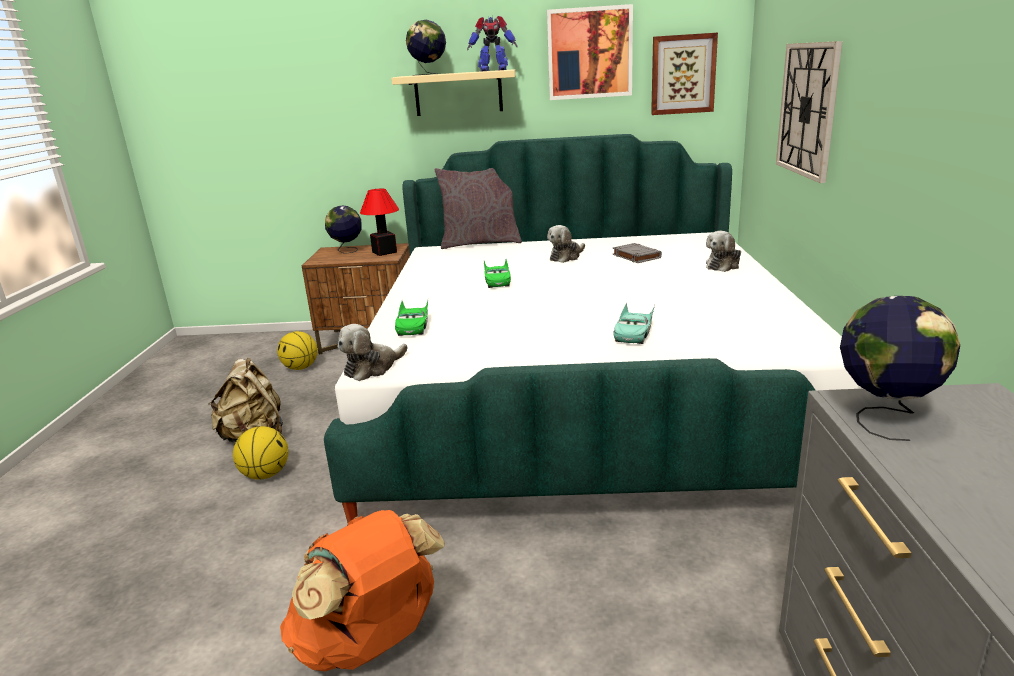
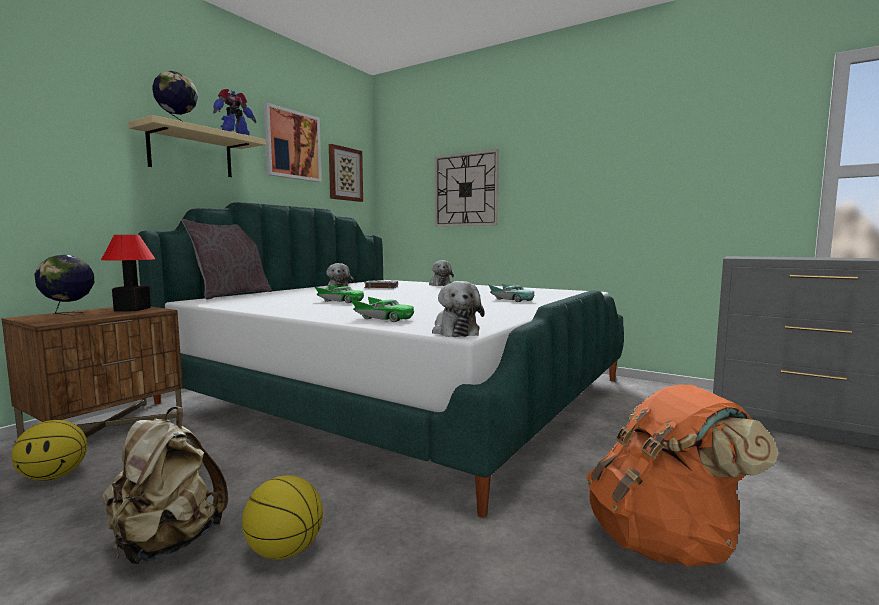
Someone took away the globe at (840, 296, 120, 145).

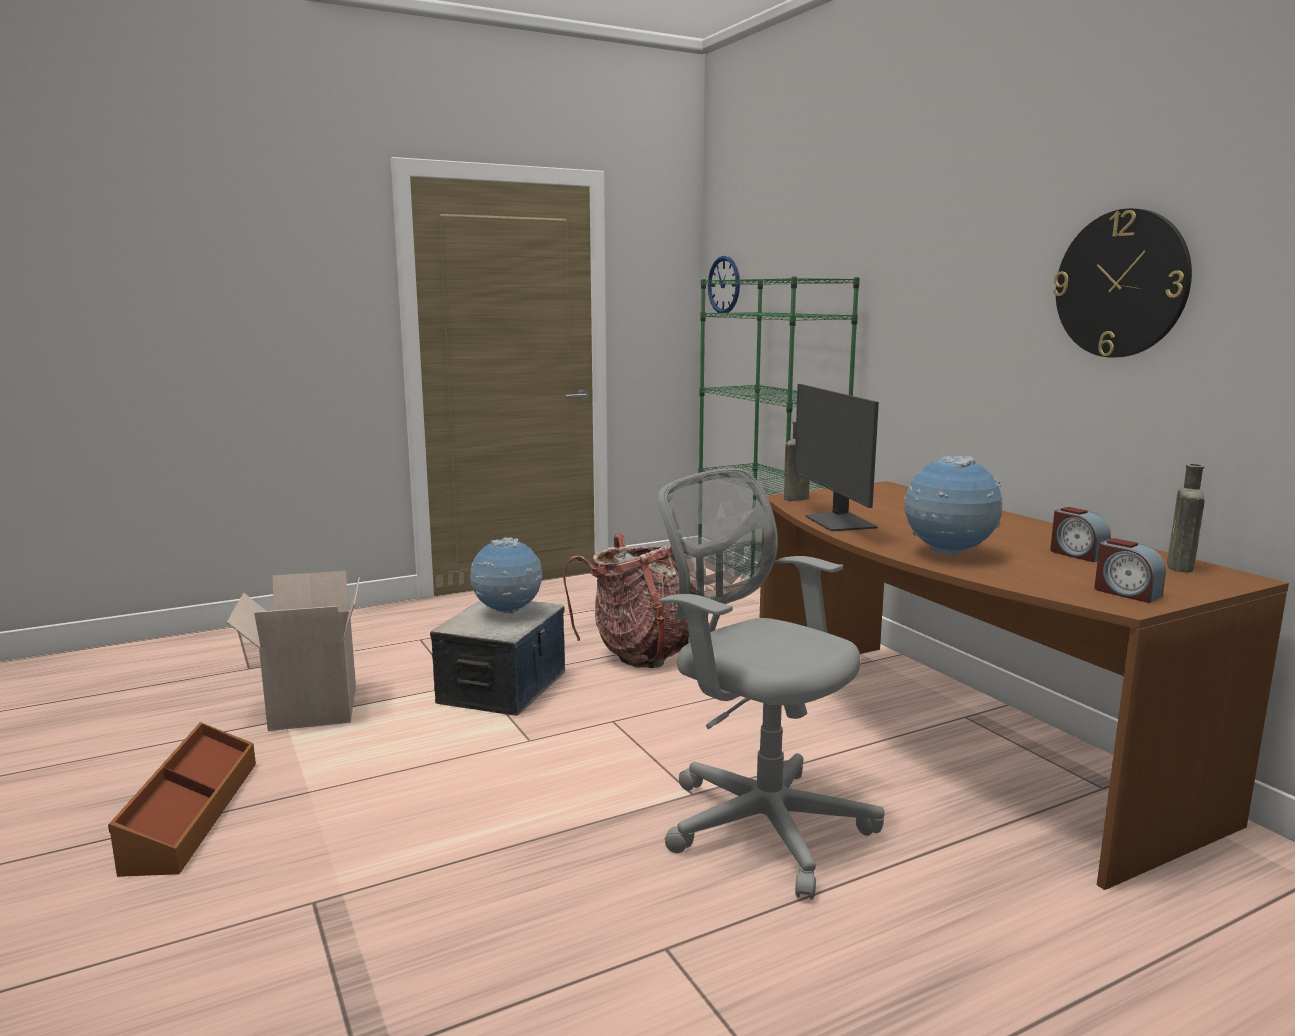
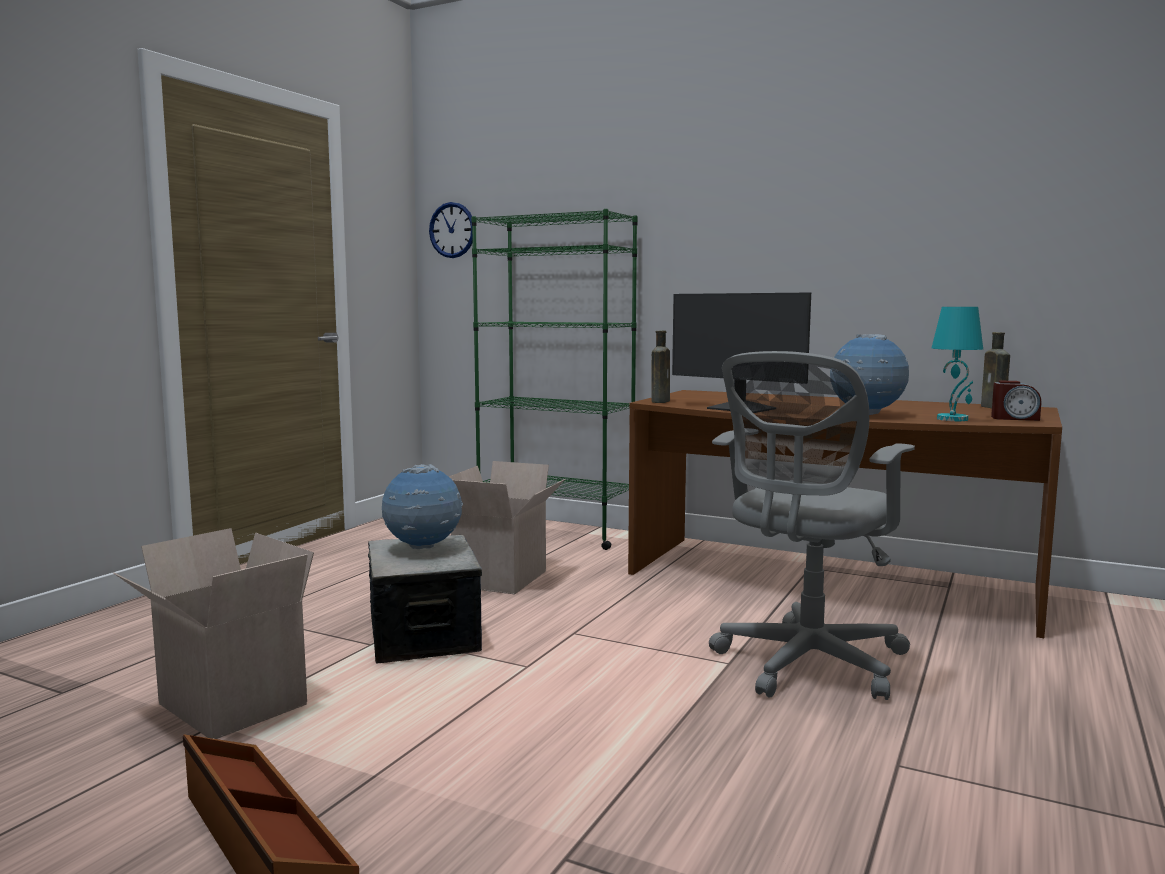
Someone took away the alarm clock at (1050, 507, 61, 55). Someone took away the wall clock at (1053, 208, 139, 150). Someone put down the turquoise table lamp at (932, 307, 51, 114). Someone swapped the backpack at (563, 534, 126, 134) for the cardboard box at (449, 461, 117, 133). Someone rotated the grey office chair at (657, 468, 227, 431) by 60 degrees counterclockwise.

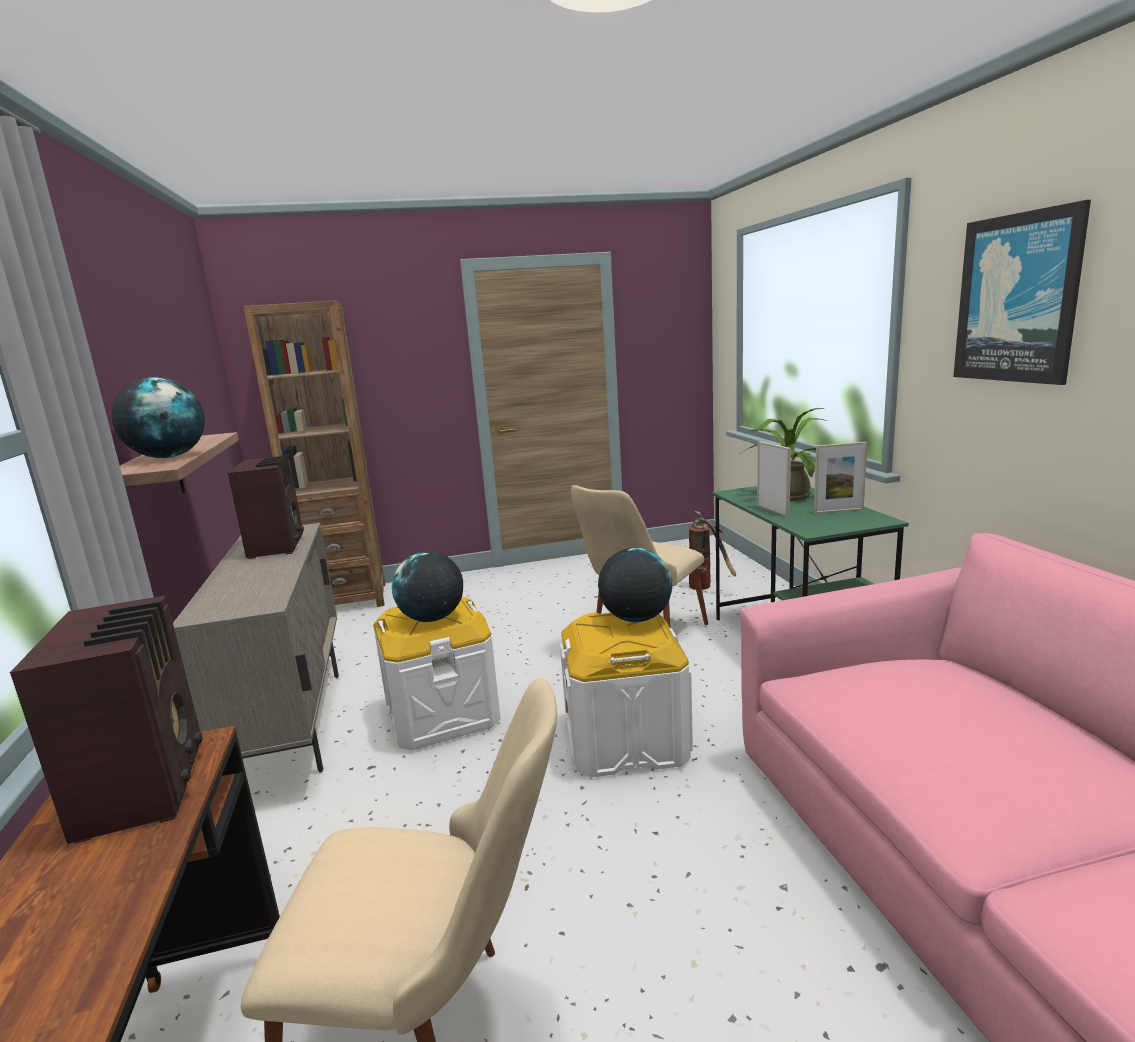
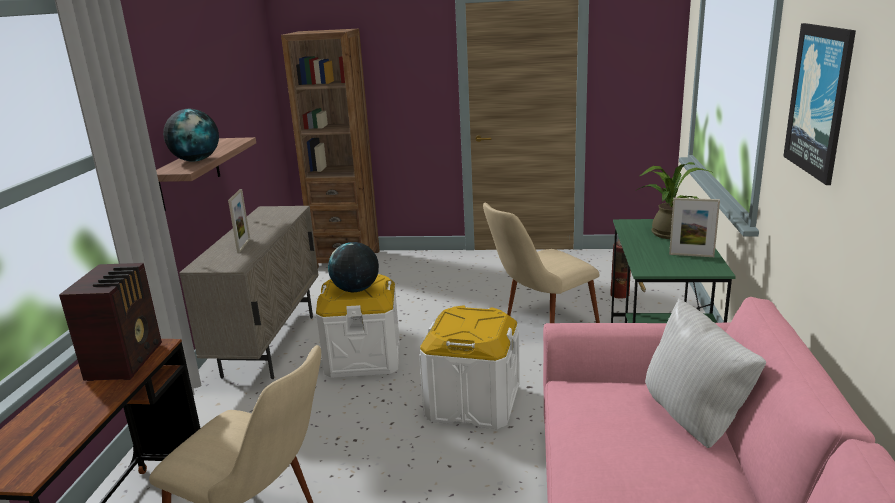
Someone took away the radio at (228, 456, 76, 103). Someone took away the globe at (598, 548, 75, 74). Someone put down the white pillow at (645, 298, 121, 150). Someone carried the picture frame from (757, 441, 34, 75) to (228, 189, 22, 64).

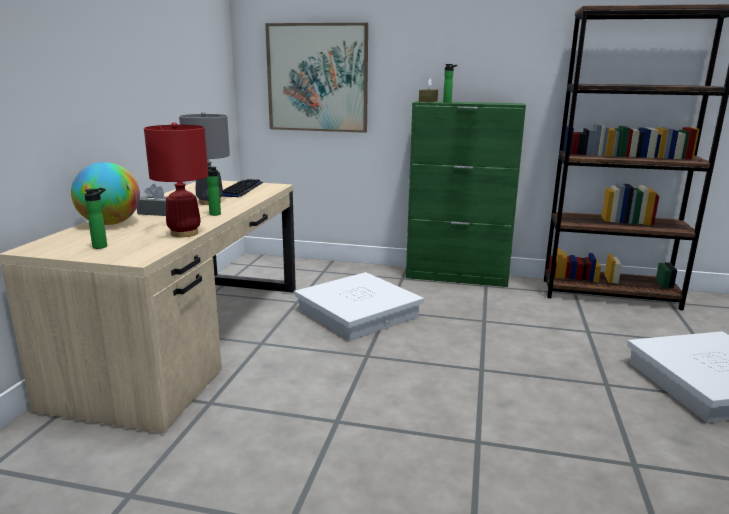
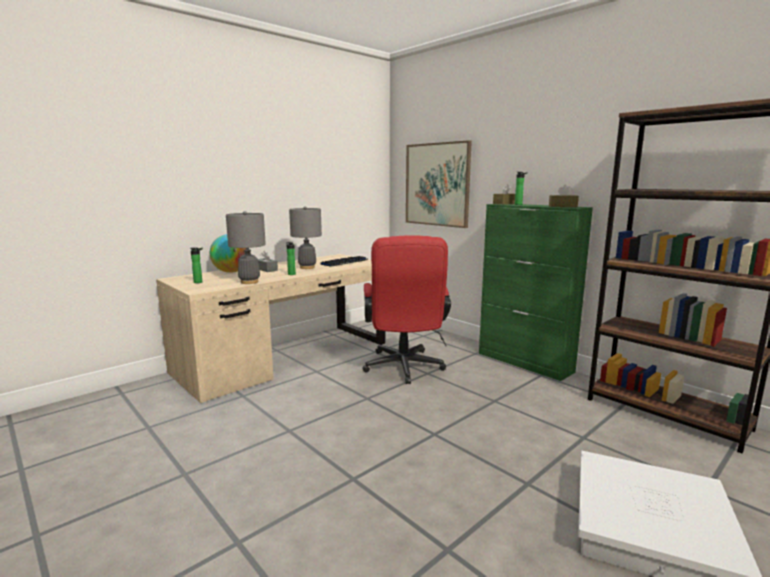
Someone put down the brown tissue box at (549, 185, 30, 22). Someone swapped the white storage box at (295, 272, 129, 69) for the red office chair at (363, 235, 88, 149). Someone repainted the red table lamp at (144, 122, 64, 115), which became the grey table lamp at (226, 211, 40, 73).

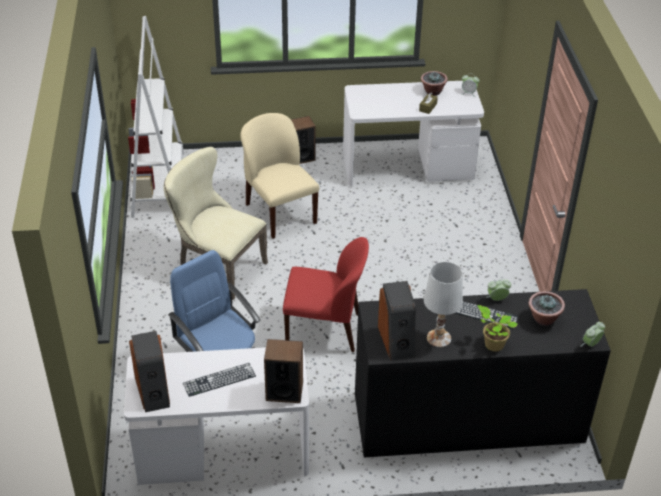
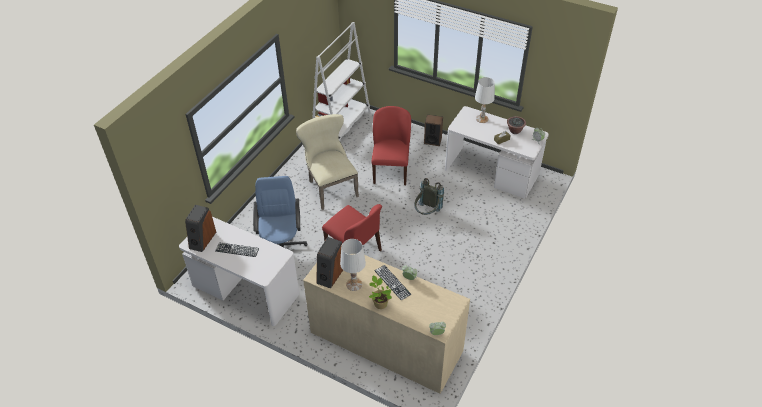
Someone took away the speaker at (264, 339, 39, 64). Someone took away the potted plant at (529, 291, 36, 35). Someone put down the grey backpack at (414, 178, 30, 37). Someone put down the white table lamp at (475, 77, 20, 46). Someone repainted the beige chair at (240, 113, 79, 126), which became the red chair at (371, 106, 40, 79). Someone repainted the black dresser at (355, 289, 256, 168), which became the beige dresser at (303, 254, 167, 140).

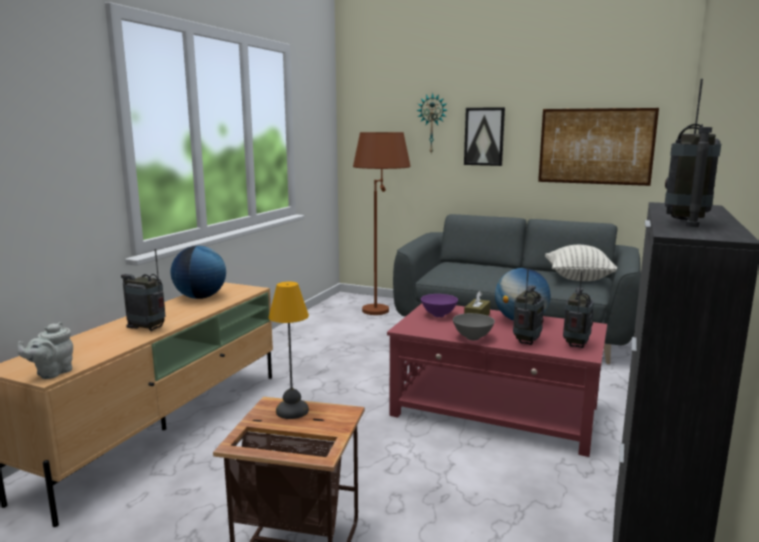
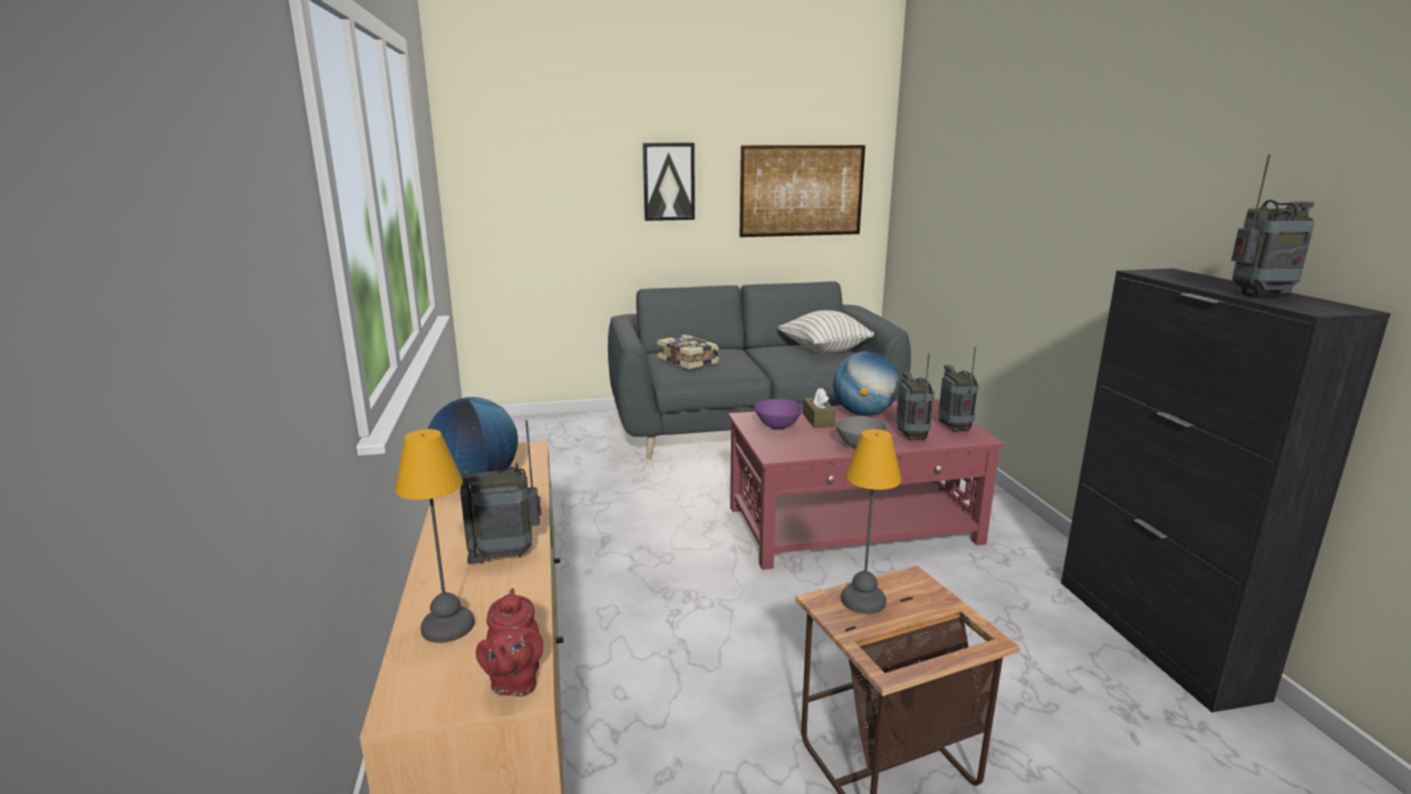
Someone took away the brown floor lamp at (353, 132, 57, 183). Someone took away the wall clock at (417, 93, 30, 60). Someone put down the table lamp at (395, 429, 80, 214). Someone put down the book at (657, 335, 62, 34). Someone repainted the grey teapot at (17, 322, 56, 57), which became the red teapot at (476, 588, 67, 109). Someone rotated the radio at (665, 79, 56, 148) by 90 degrees counterclockwise.

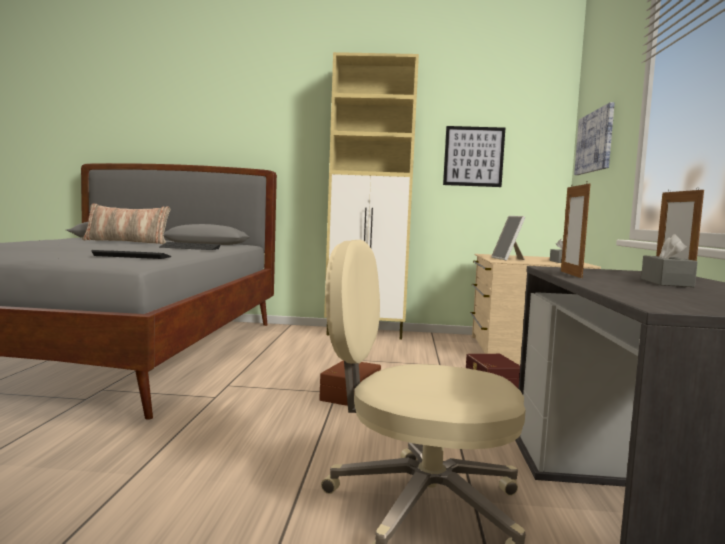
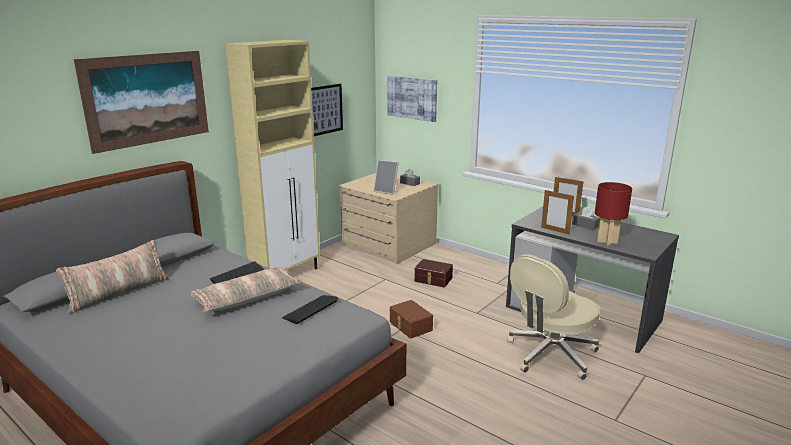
Someone put up the picture at (74, 51, 135, 103). Someone put down the pillow at (190, 267, 111, 45). Someone put down the red table lamp at (595, 182, 37, 64).

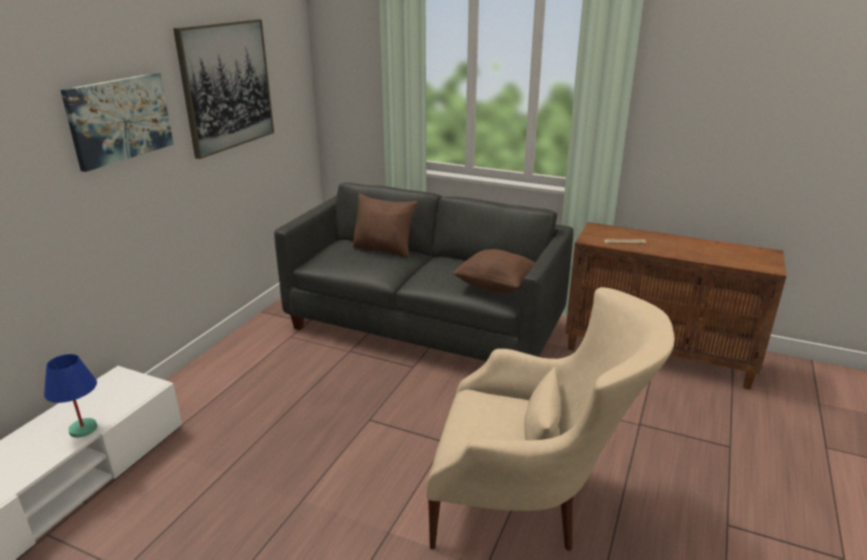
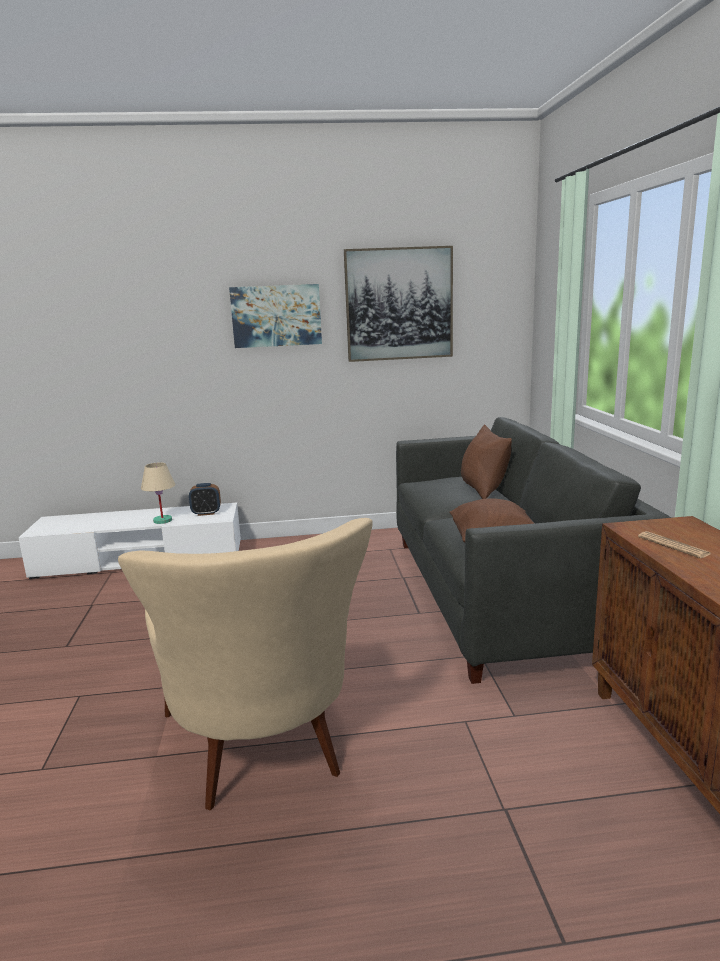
Someone put down the alarm clock at (189, 483, 32, 33). Someone repainted the blue table lamp at (44, 354, 53, 84), which became the beige table lamp at (141, 463, 34, 61).

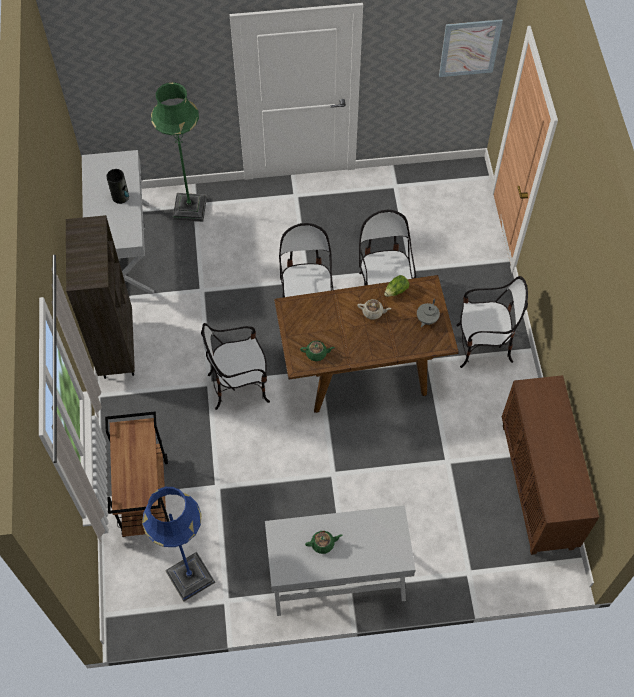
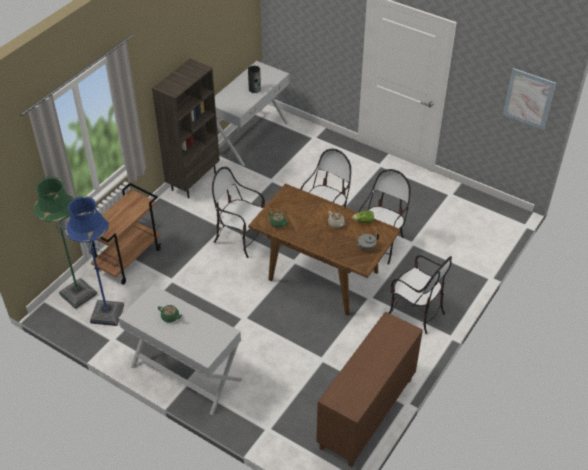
Someone carried the green floor lamp from (151, 82, 56, 140) to (34, 177, 63, 132).

